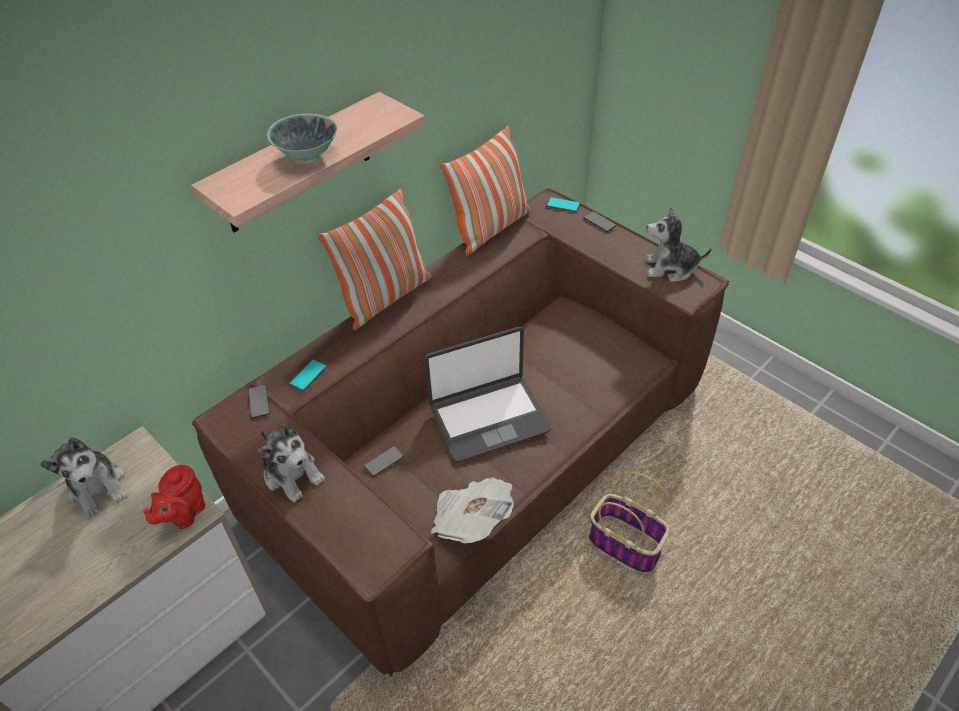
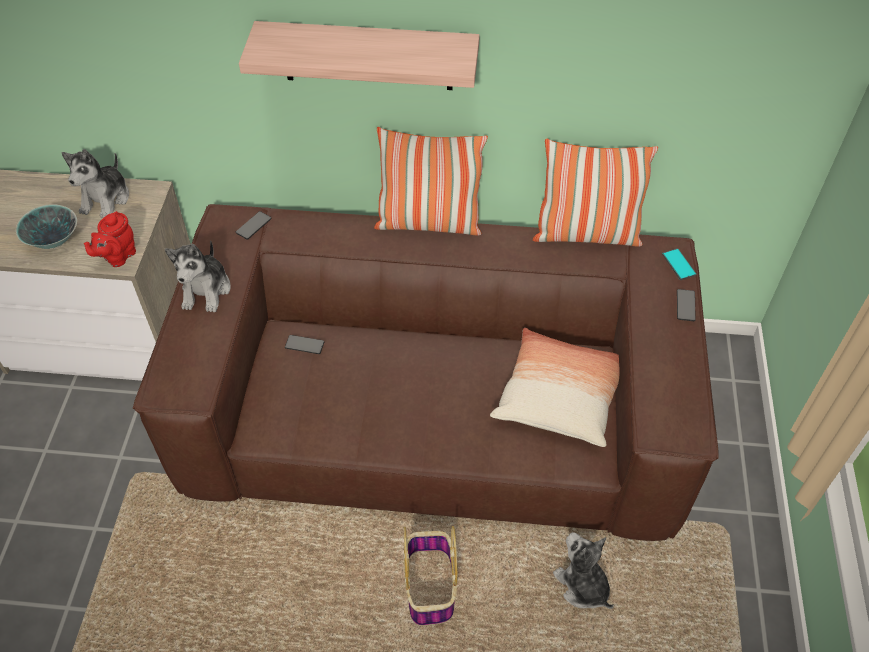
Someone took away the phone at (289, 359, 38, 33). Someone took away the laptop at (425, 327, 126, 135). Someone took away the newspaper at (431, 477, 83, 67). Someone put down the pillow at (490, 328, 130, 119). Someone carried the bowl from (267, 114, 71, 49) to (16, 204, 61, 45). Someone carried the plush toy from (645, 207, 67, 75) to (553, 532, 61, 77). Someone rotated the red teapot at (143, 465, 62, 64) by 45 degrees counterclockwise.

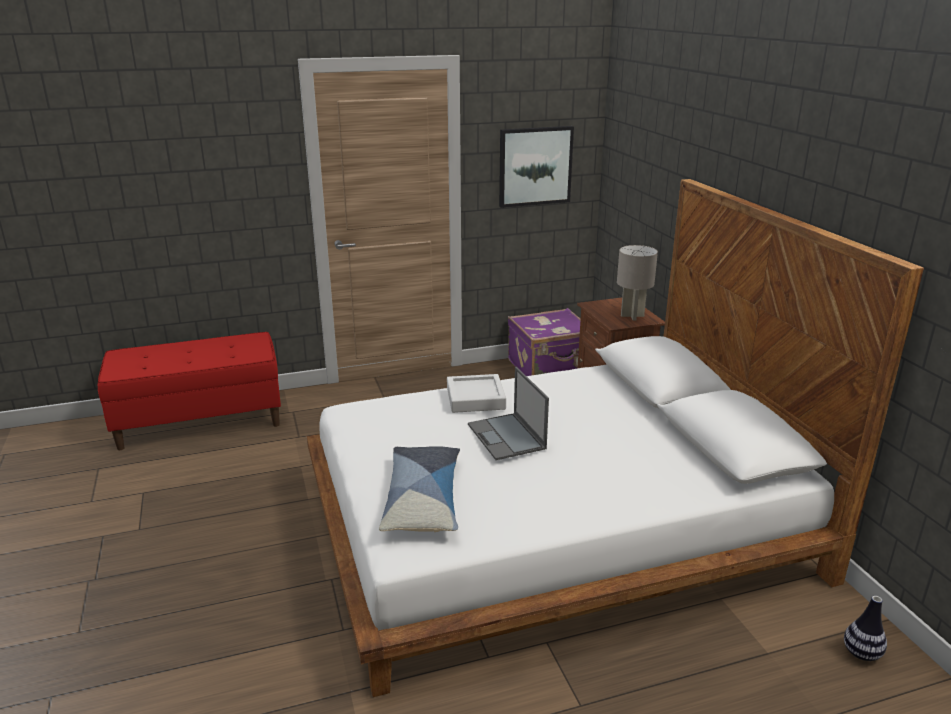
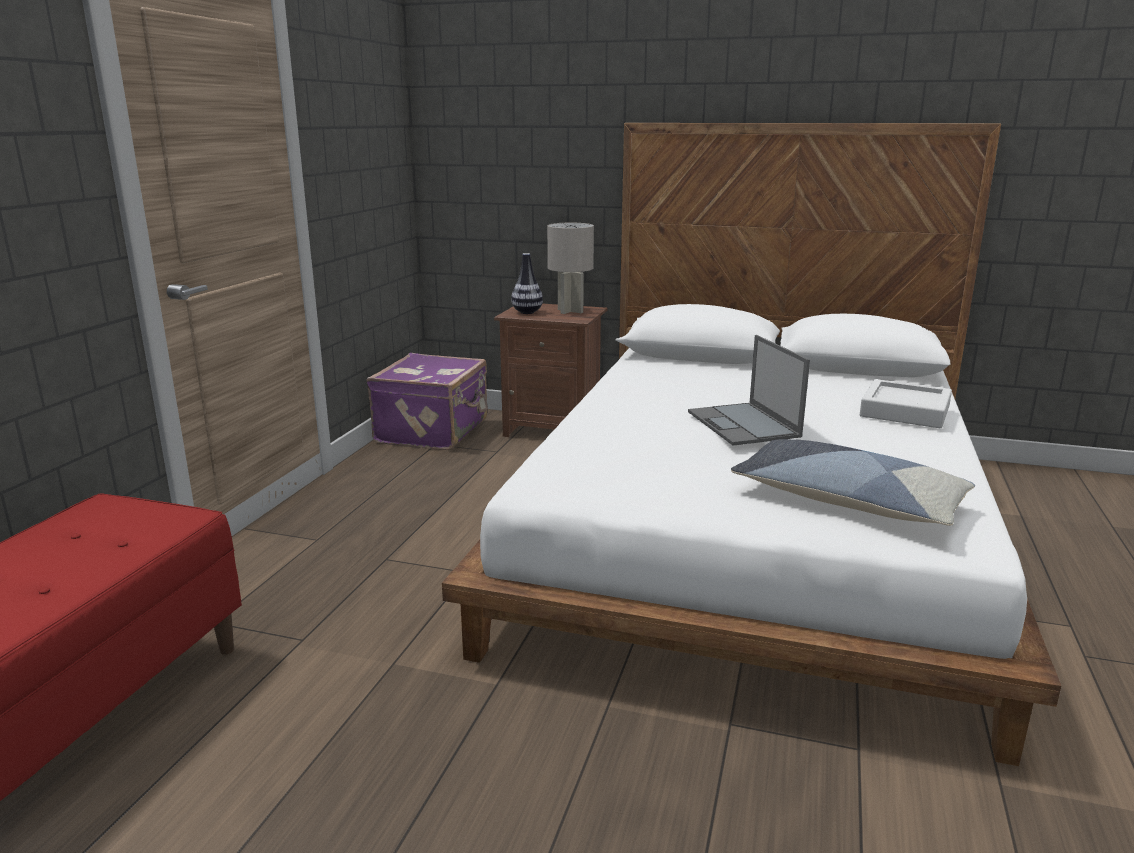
Someone took away the picture at (499, 126, 75, 82). Someone carried the grey tray from (447, 374, 59, 39) to (860, 379, 92, 49). Someone carried the vase from (844, 596, 43, 65) to (511, 253, 32, 61). Someone rotated the laptop at (468, 367, 81, 93) by 60 degrees clockwise.

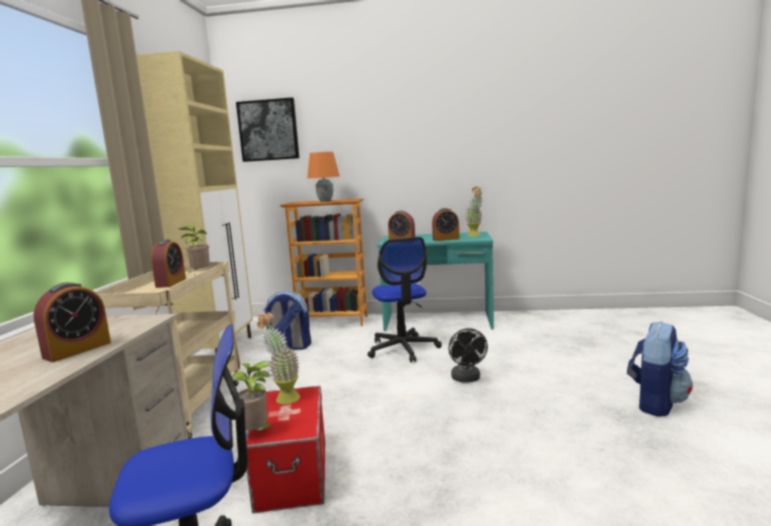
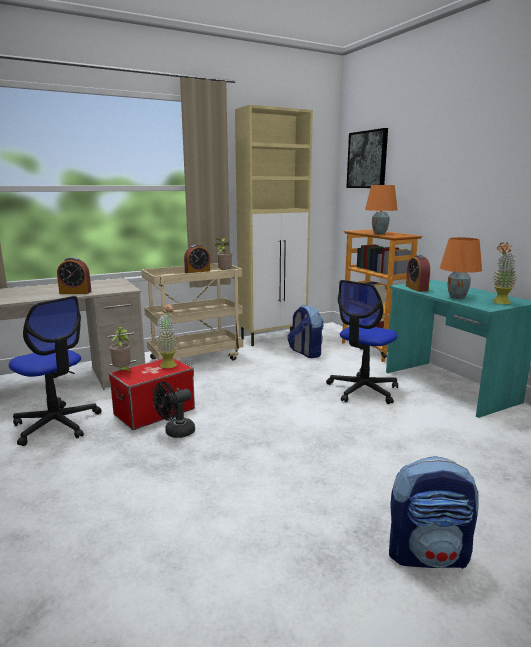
Someone carried the black fan from (449, 328, 39, 55) to (153, 382, 42, 56). Someone swapped the alarm clock at (432, 208, 27, 33) for the orange table lamp at (440, 237, 42, 62).

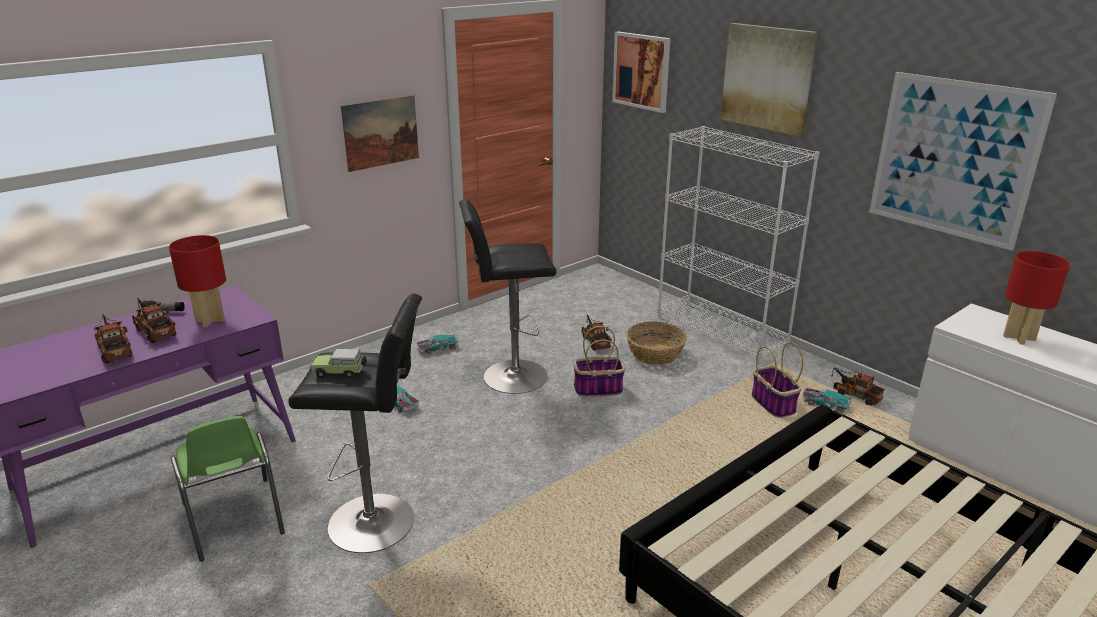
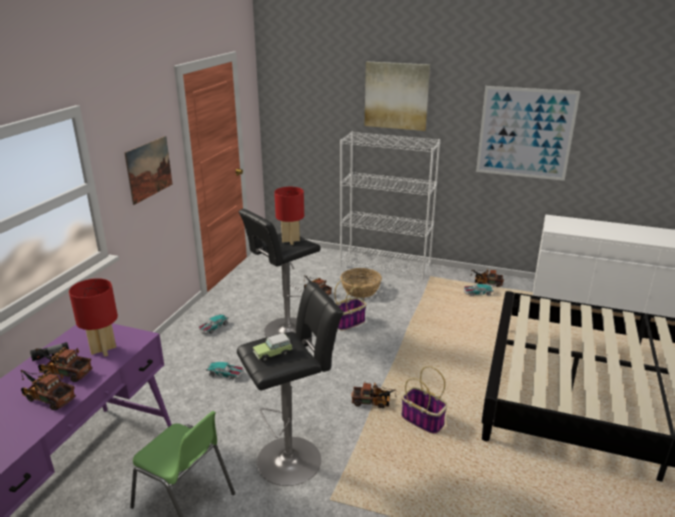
Someone took away the picture at (612, 32, 59, 81). Someone put down the toy truck at (351, 382, 46, 26). Someone carried the basket from (752, 342, 51, 76) to (401, 366, 47, 68). Someone carried the red table lamp from (1003, 251, 67, 94) to (274, 187, 30, 58).

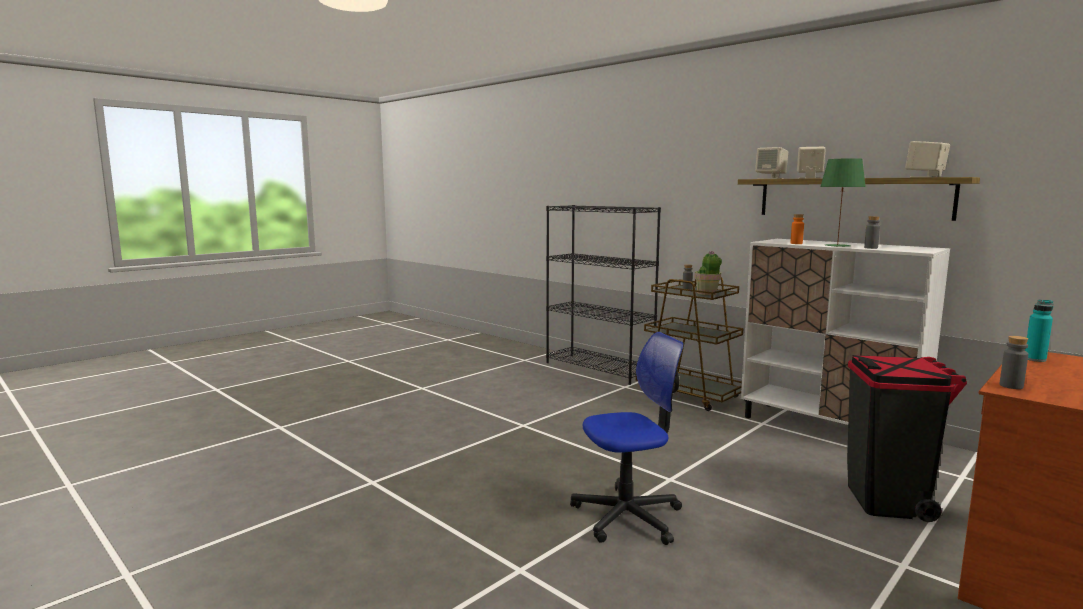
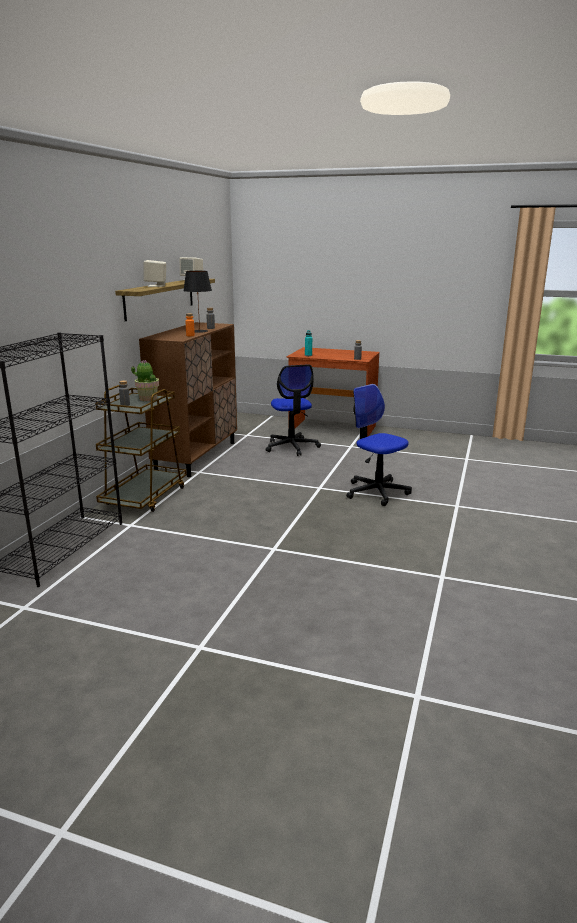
Someone took away the beige speaker at (755, 147, 33, 32). Someone swapped the black trash can at (847, 355, 120, 167) for the office chair at (266, 364, 55, 92). Someone repainted the white cabinet at (741, 239, 209, 186), which became the brown cabinet at (139, 322, 98, 155). Someone repainted the green table lamp at (820, 158, 46, 89), which became the black table lamp at (183, 271, 29, 62).

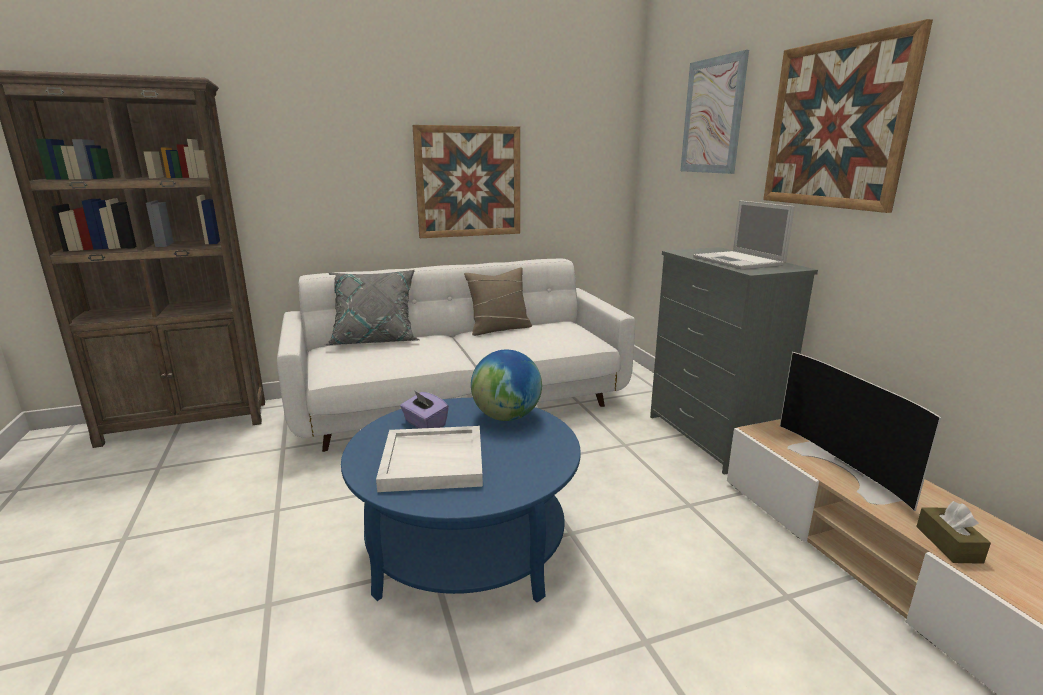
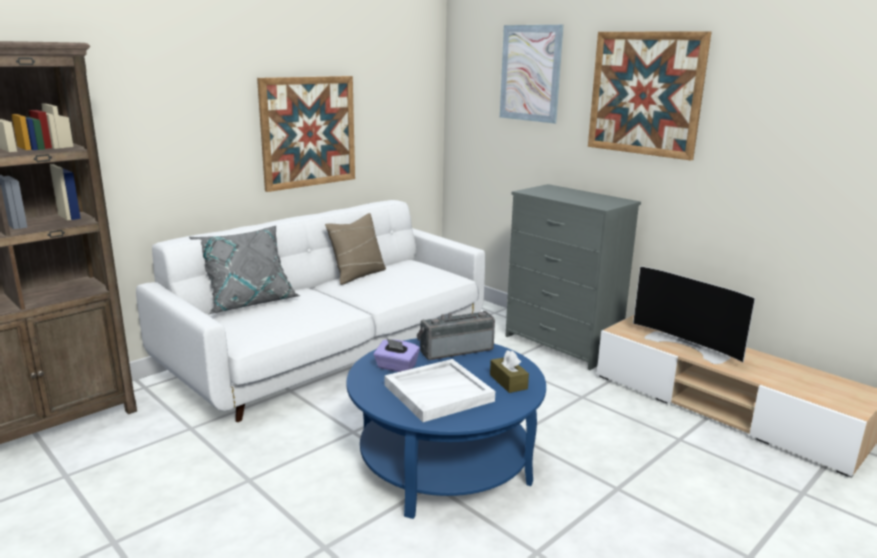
Someone took away the laptop at (693, 200, 102, 70). Someone carried the brown tissue box from (916, 501, 75, 63) to (490, 350, 39, 43). Someone swapped the globe at (471, 350, 71, 71) for the radio at (417, 311, 78, 49).

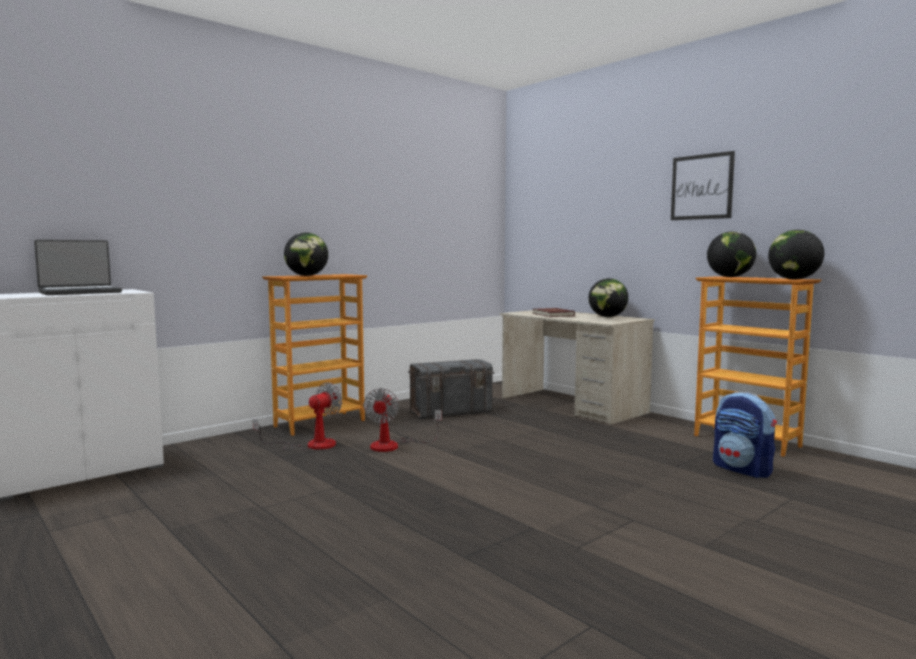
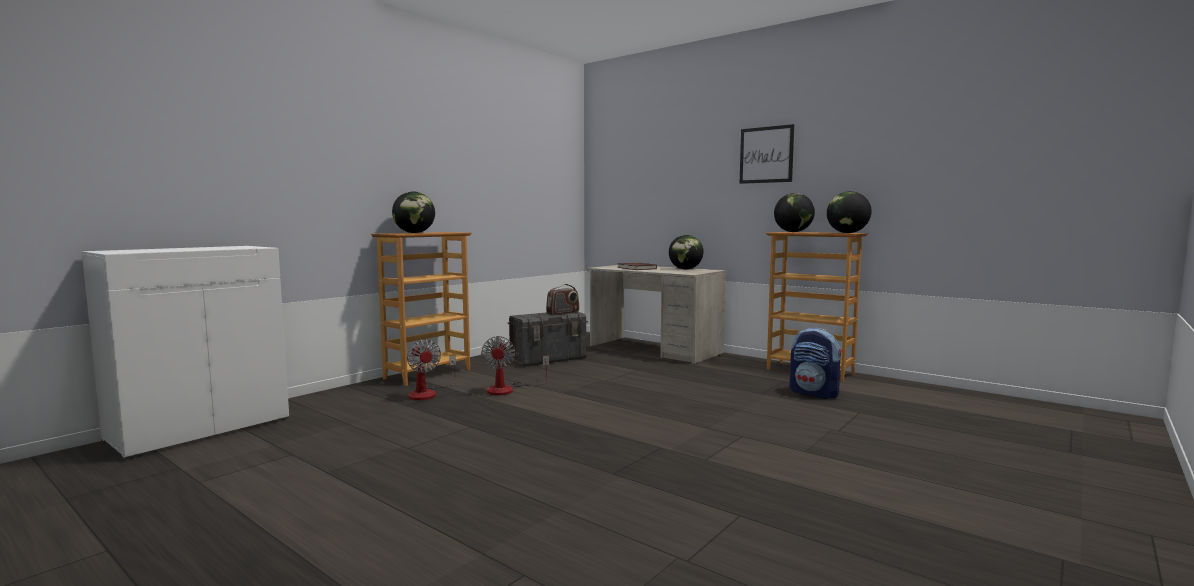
Someone took away the laptop at (34, 240, 88, 55). Someone put down the radio at (546, 284, 33, 31). Someone rotated the fan at (253, 382, 89, 68) by 120 degrees clockwise.

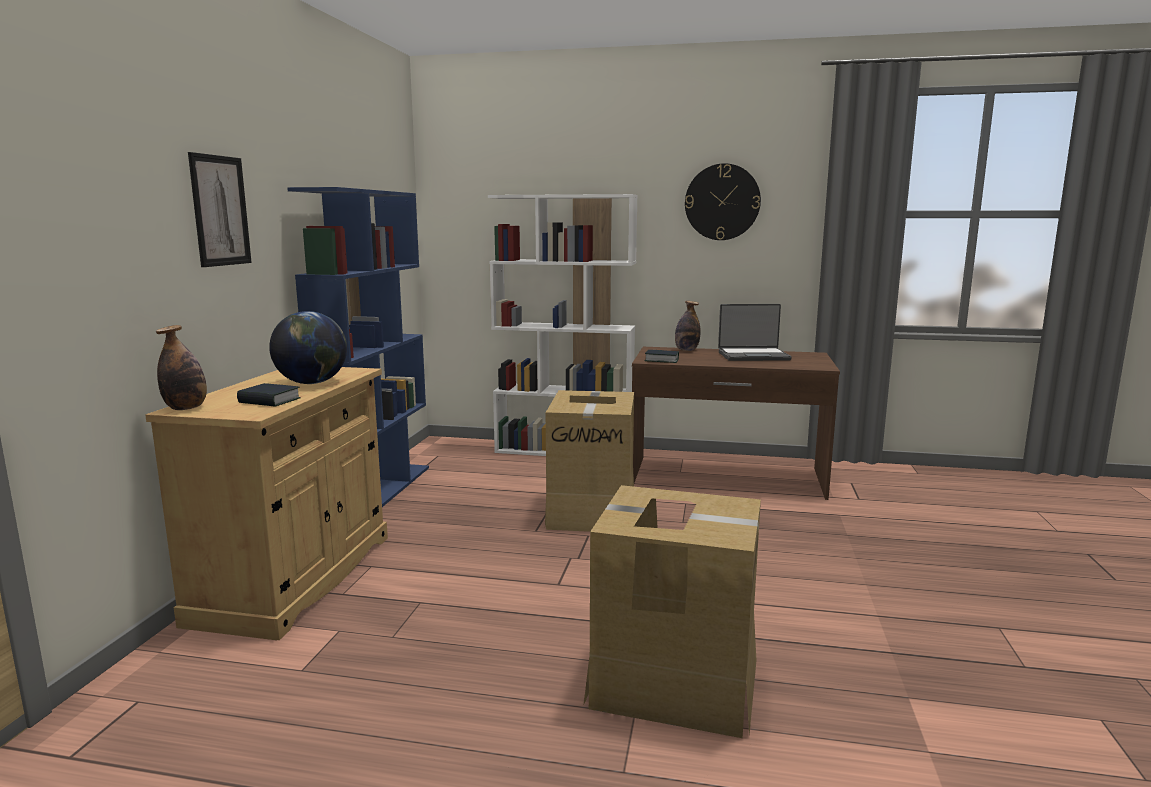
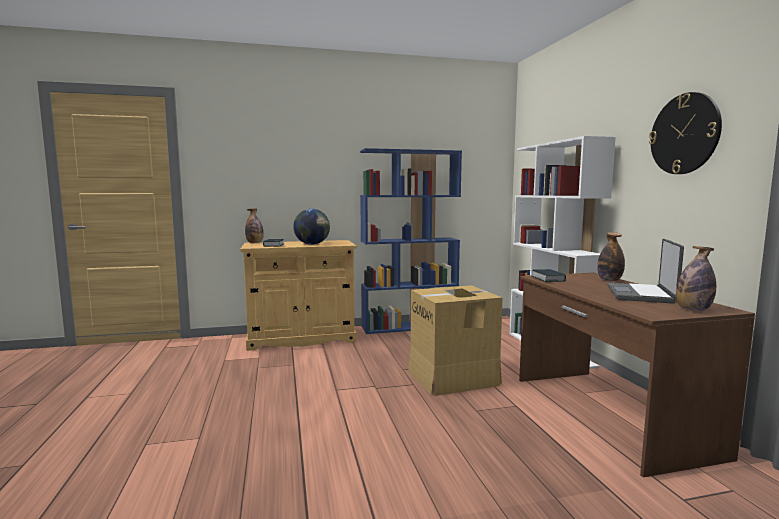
Someone took away the picture at (188, 152, 64, 115). Someone took away the cardboard box at (583, 485, 178, 253). Someone put down the bottle at (676, 246, 40, 65). Someone rotated the laptop at (718, 304, 74, 57) by 45 degrees clockwise.

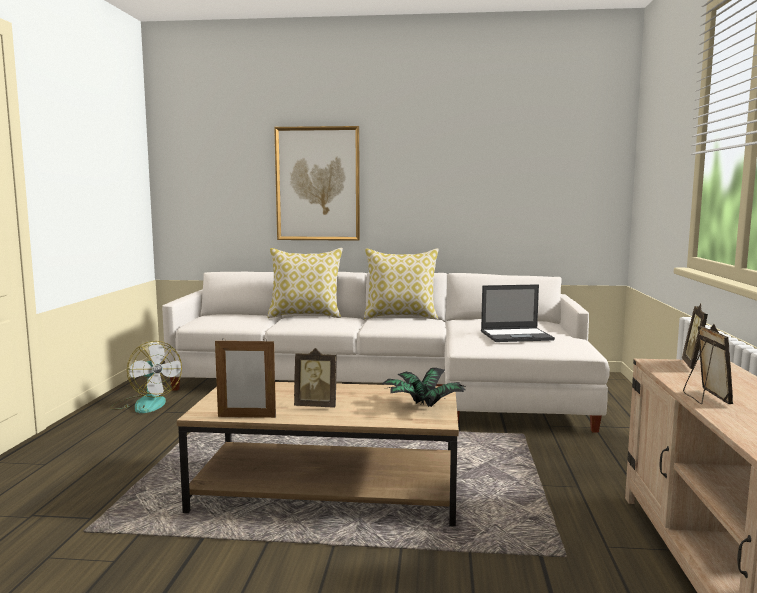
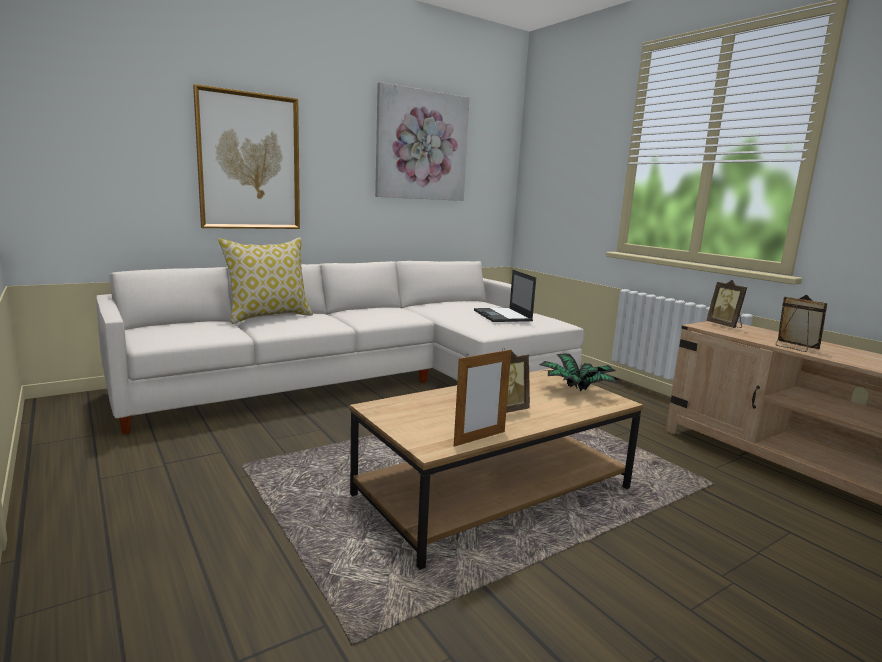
Someone took away the fan at (110, 341, 72, 72). Someone took away the pillow at (364, 248, 75, 72). Someone put up the picture at (375, 82, 95, 119). Someone rotated the laptop at (481, 284, 74, 58) by 120 degrees clockwise.

